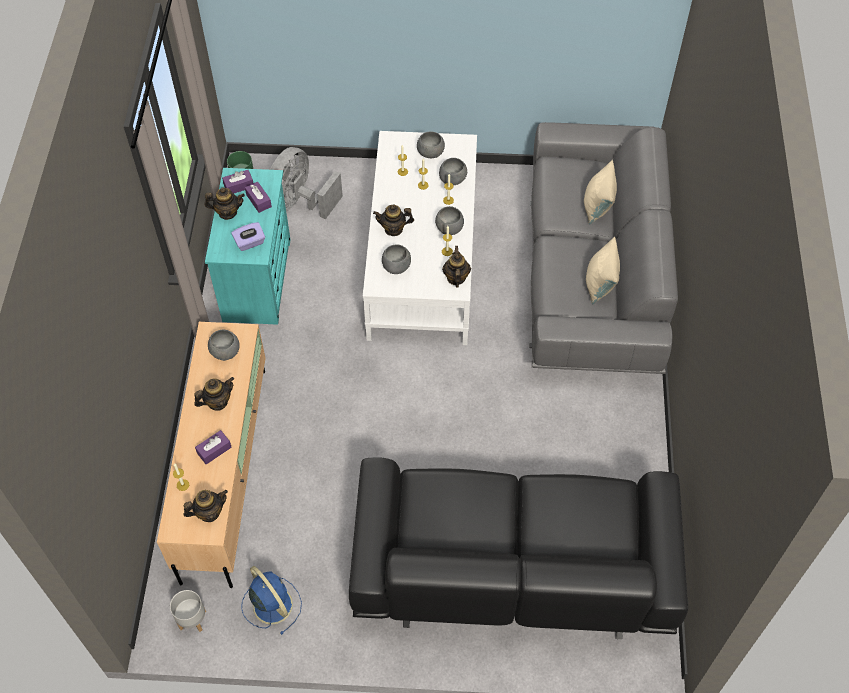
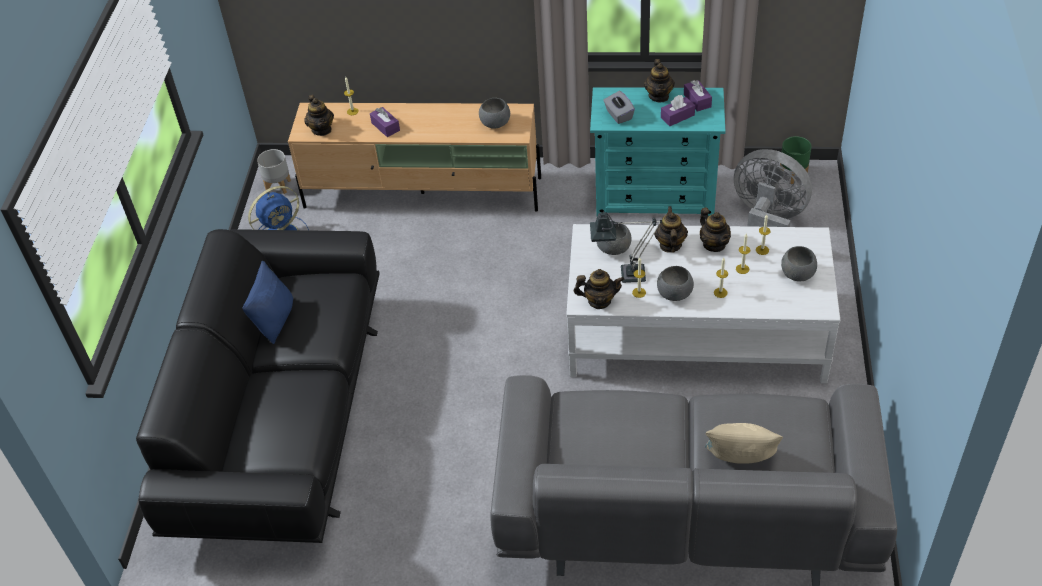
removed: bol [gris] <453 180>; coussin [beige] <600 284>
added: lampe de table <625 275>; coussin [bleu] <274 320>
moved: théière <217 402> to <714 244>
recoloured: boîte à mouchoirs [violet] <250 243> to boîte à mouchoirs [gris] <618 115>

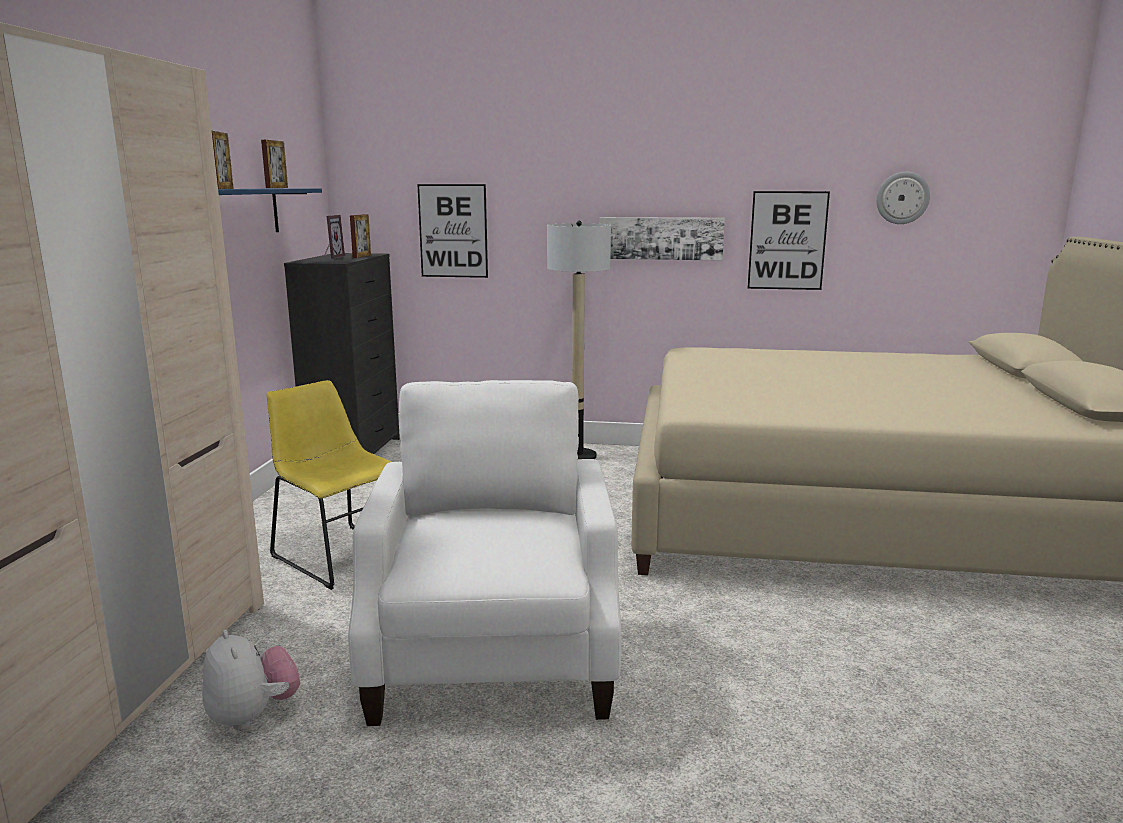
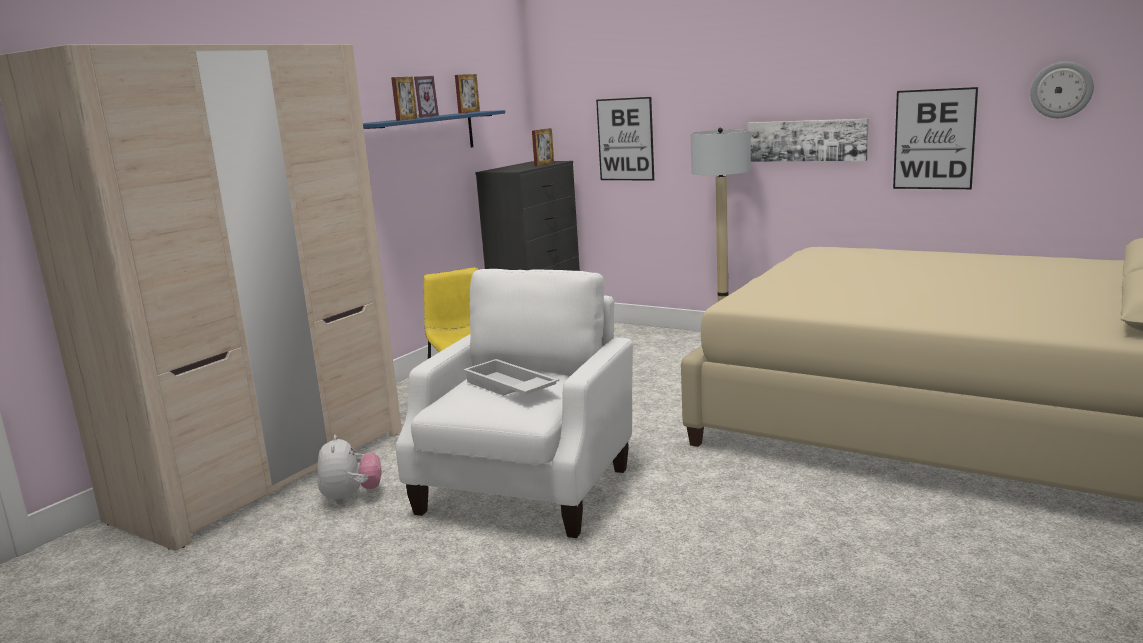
added: plateau [blanc] <508 387>
moved: cadre photo <331 257> to <424 117>

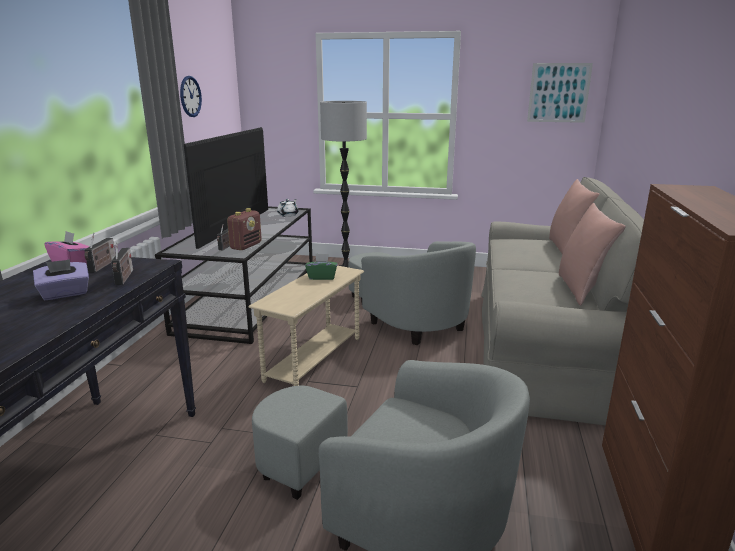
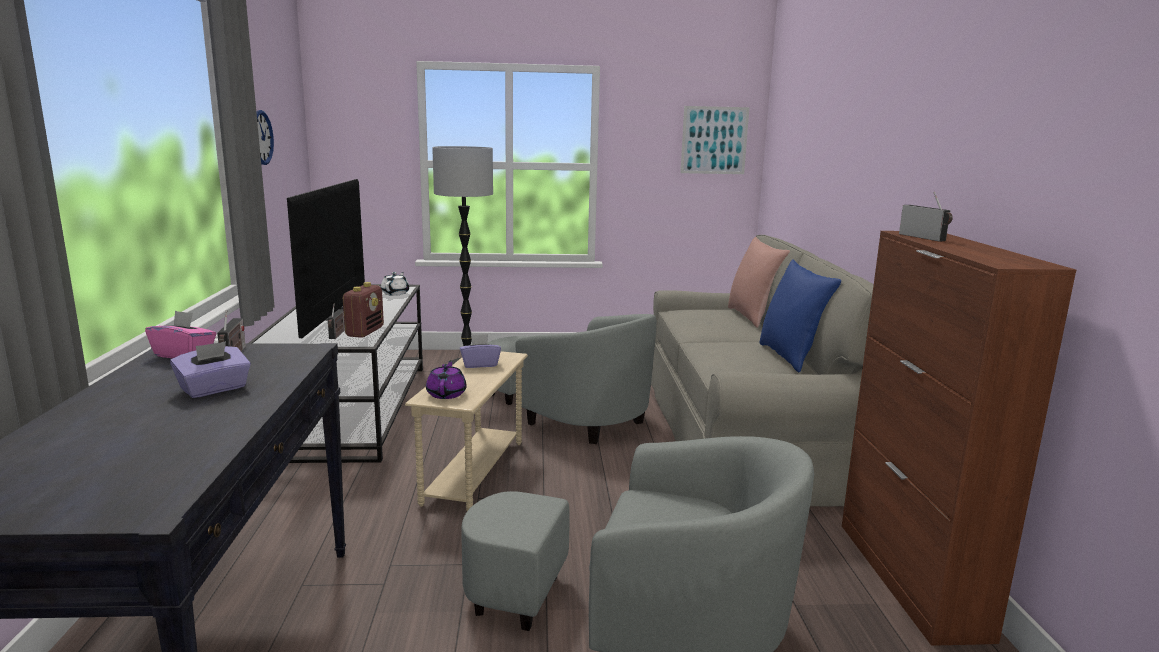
added: théière [violet] <446 394>
moved: radio <124 278> to <924 237>
recoloured: coussin [rose] <581 289> to coussin [bleu] <791 357>; boîte à mouchoirs [vert] <322 277> to boîte à mouchoirs [violet] <480 364>

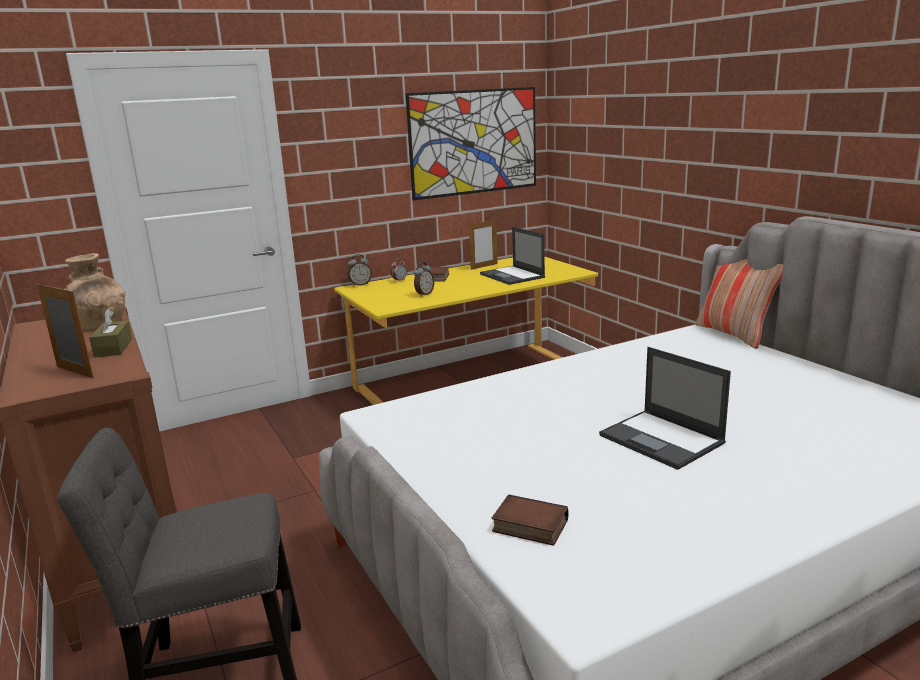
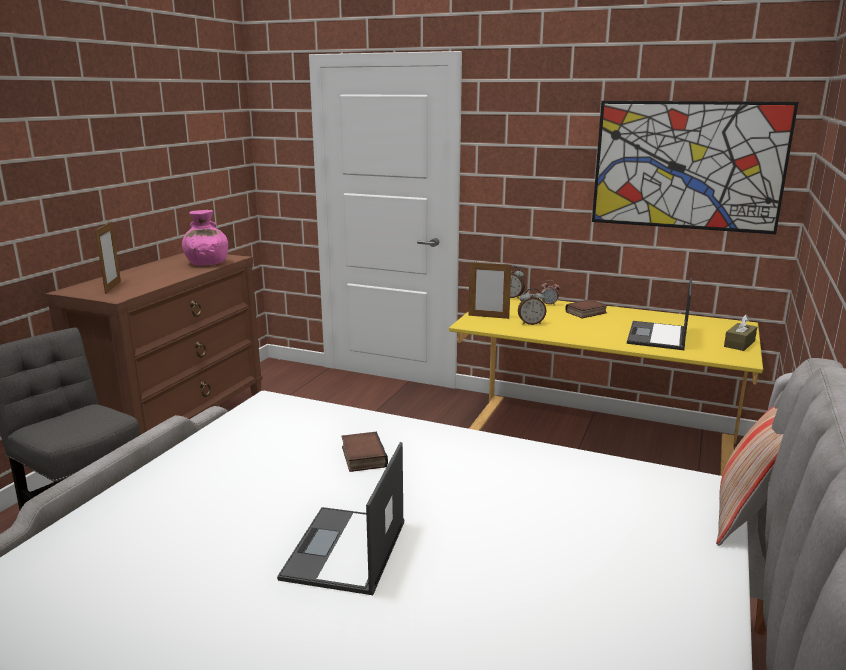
moved: cadre photo <484 266> to <488 317>; boîte à mouchoirs [marron] <113 348> to <739 344>; livre <528 527> to <362 456>
recoloured: vase [marron] <98 324> to vase [rose] <206 263>

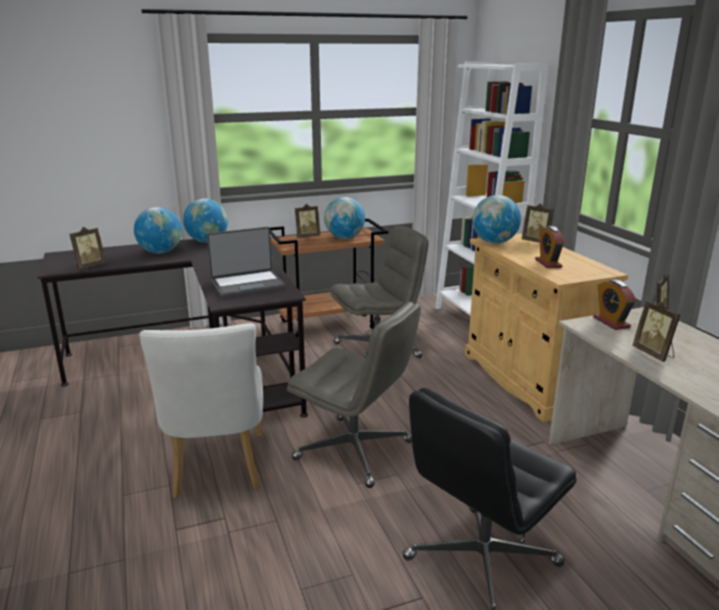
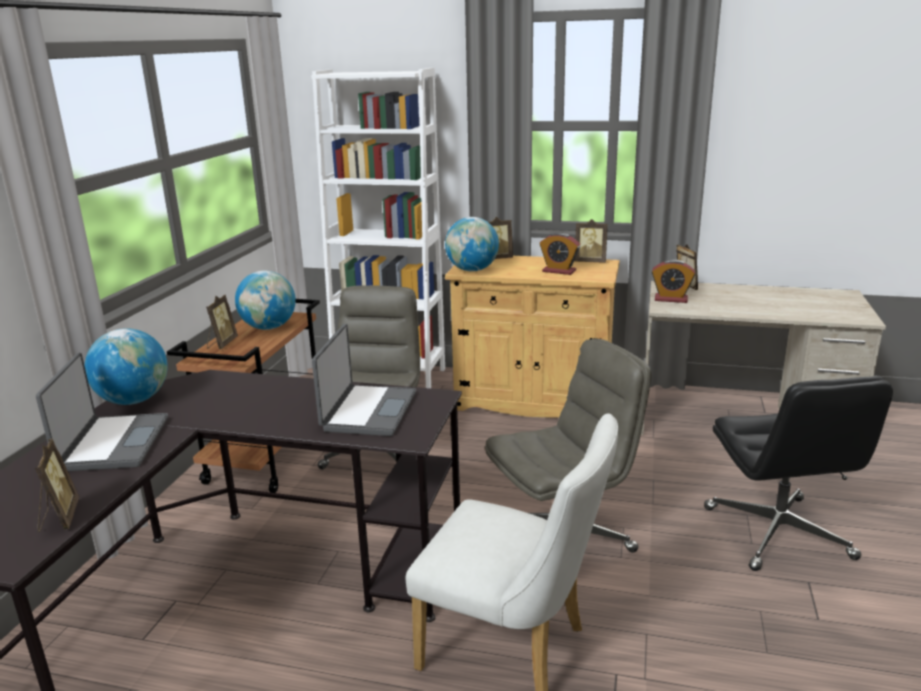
moved: cadre photo <654 354> to <590 262>
replaced: globe <160 252> to ordinateur portable <113 444>

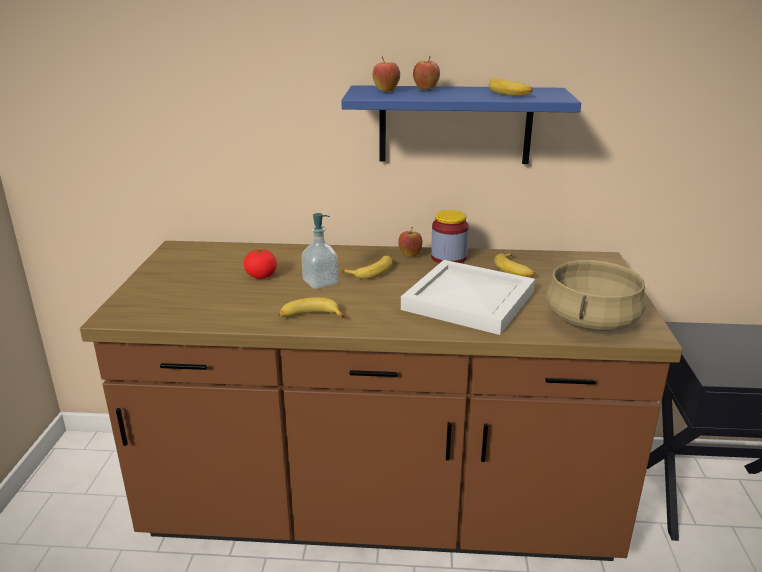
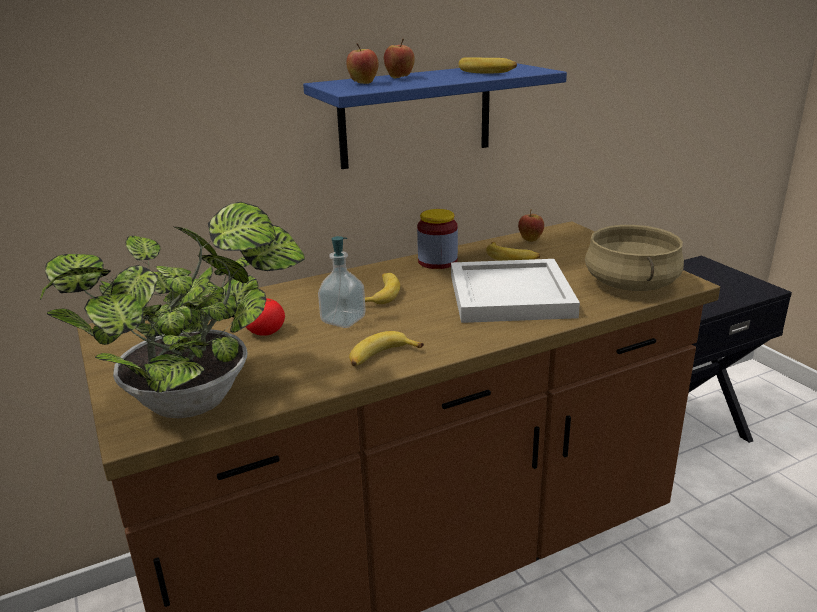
added: plante en pot <200 399>
moved: pomme <410 256> to <530 240>

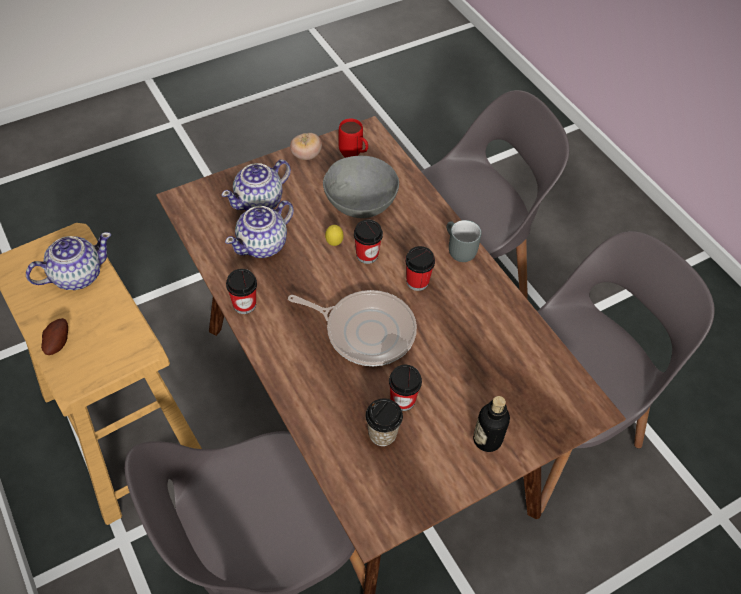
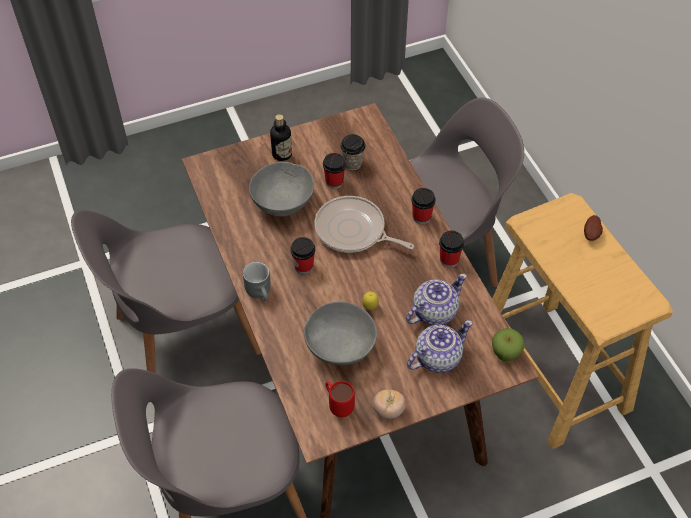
removed: théière <76 275>
added: bol [gris] <282 202>; pomme <505 353>
moved: tasse <367 255> to <421 217>

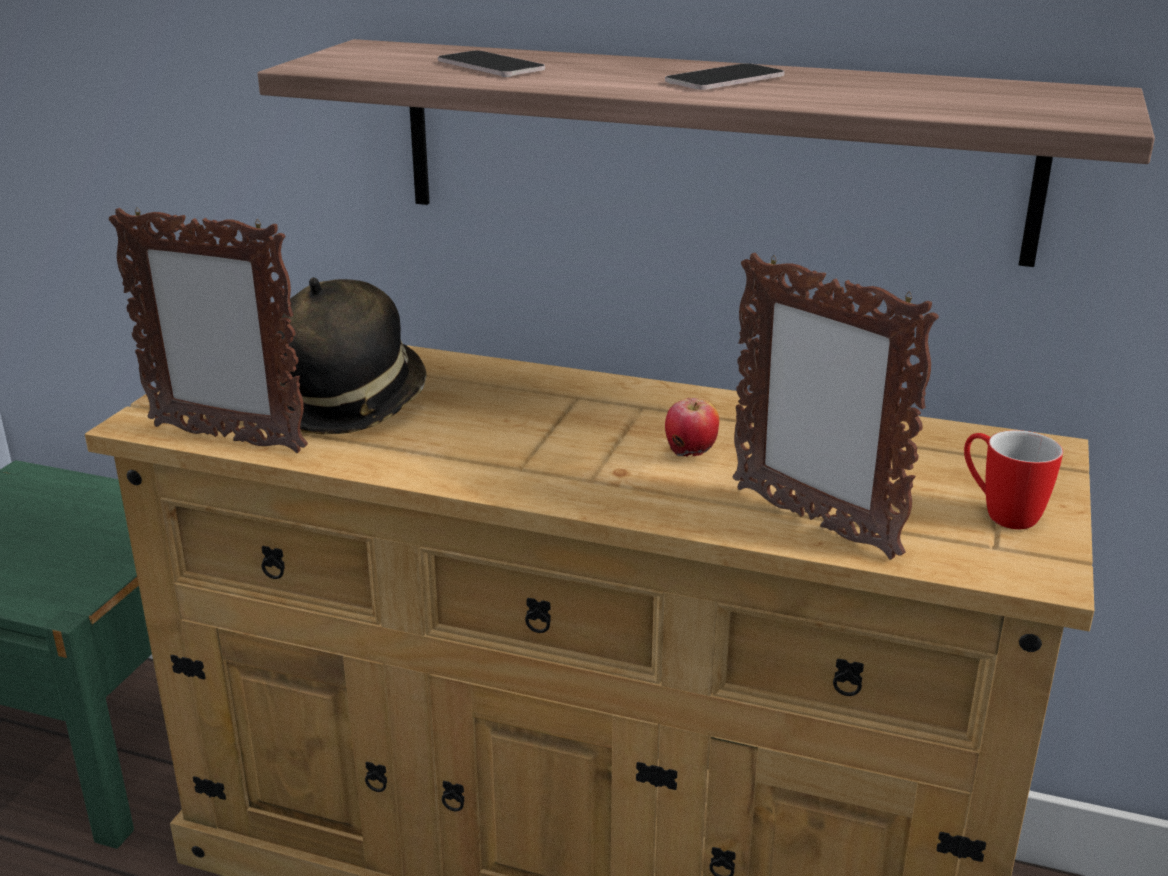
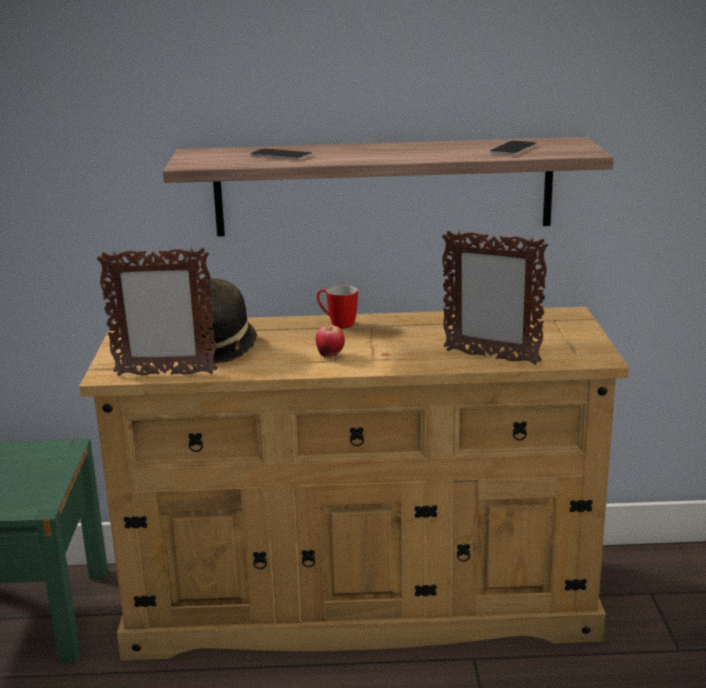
moved: téléphone <725 79> to <513 149>; pomme <691 455> to <330 356>; mug <999 513> to <337 324>

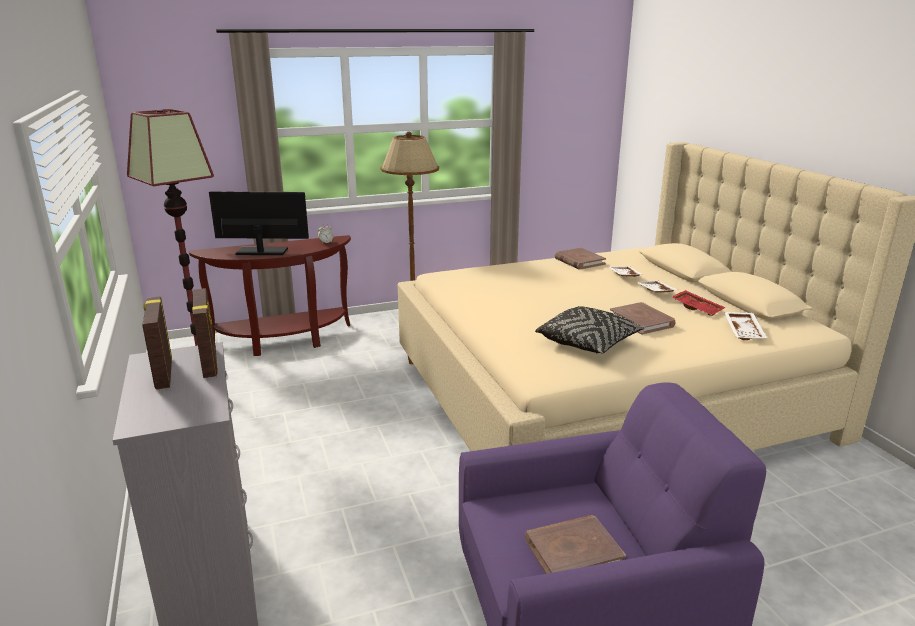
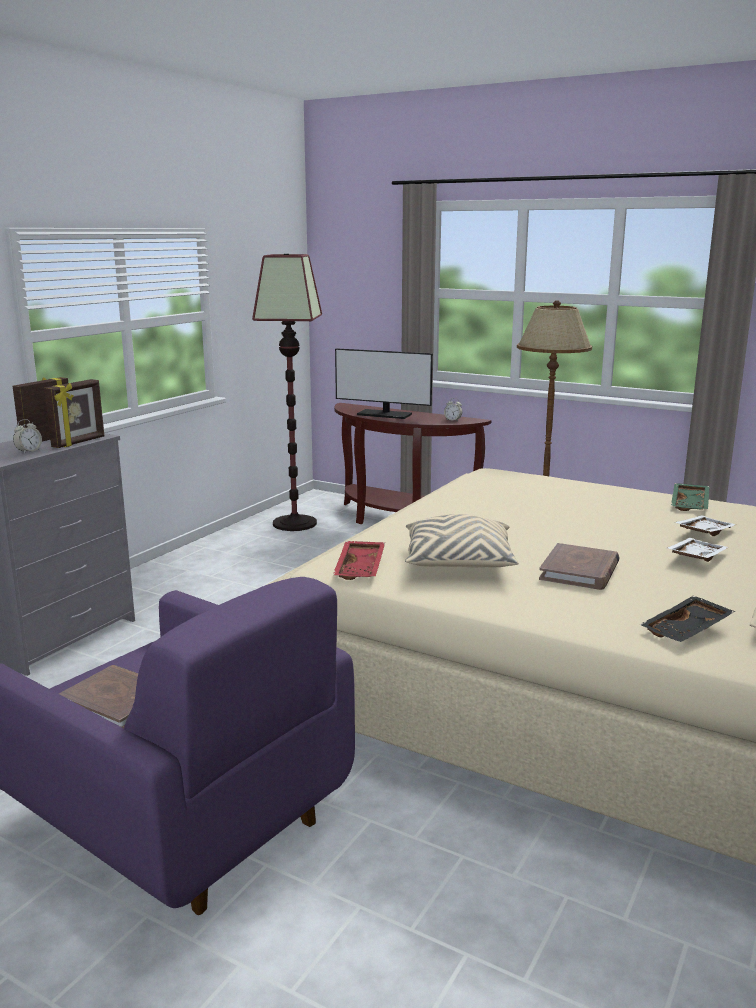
added: réveil <29 451>
moved: plateau [rouge] <697 308> to <361 568>
replaced: livre [marron] <579 261> to plateau [vert] <691 504>
recoloured: coussin [noir] <588 343> to coussin [beige] <459 563>; plateau [blanc] <744 331> to plateau [noir] <687 630>
turned: écran d'ordinateur <262 251> = <384 414> 150 degrees clockwise

